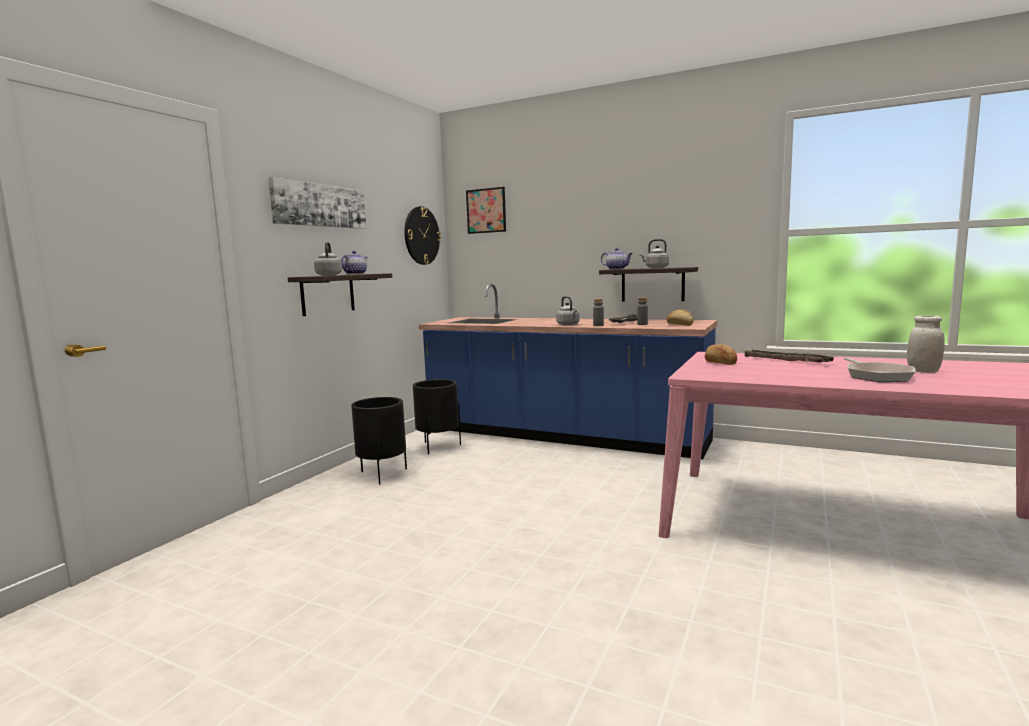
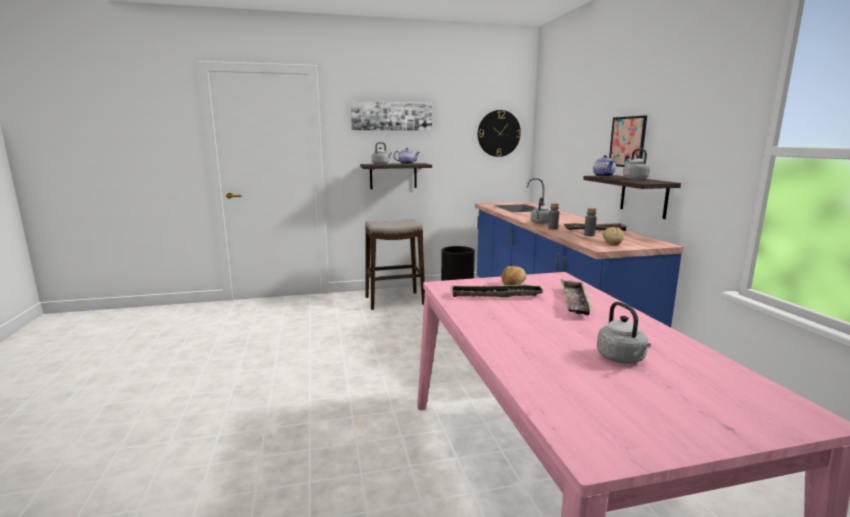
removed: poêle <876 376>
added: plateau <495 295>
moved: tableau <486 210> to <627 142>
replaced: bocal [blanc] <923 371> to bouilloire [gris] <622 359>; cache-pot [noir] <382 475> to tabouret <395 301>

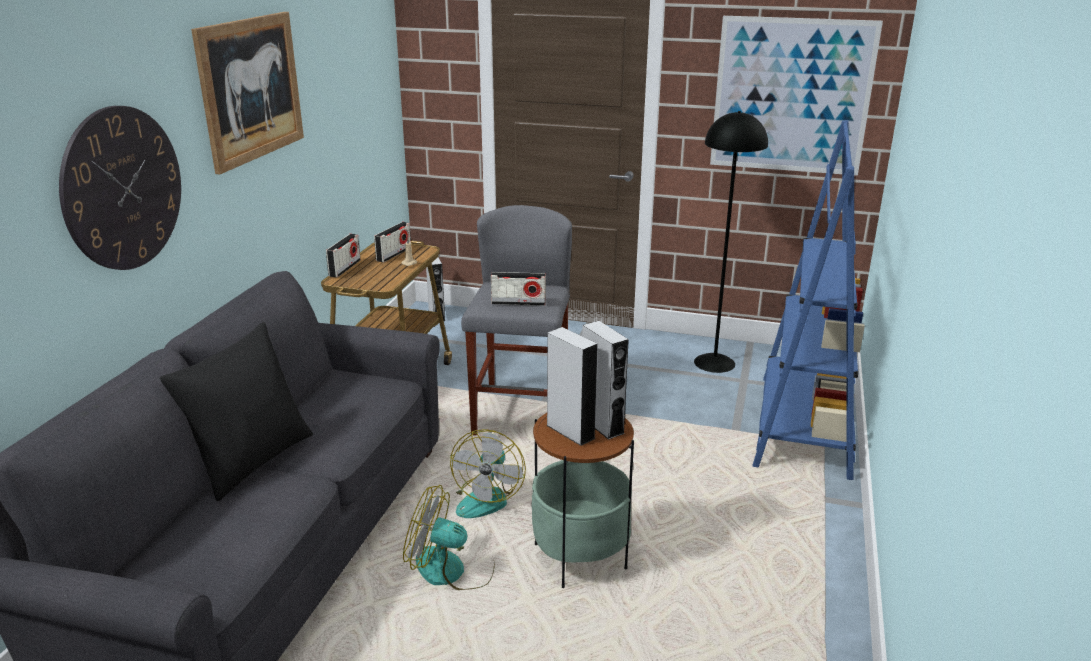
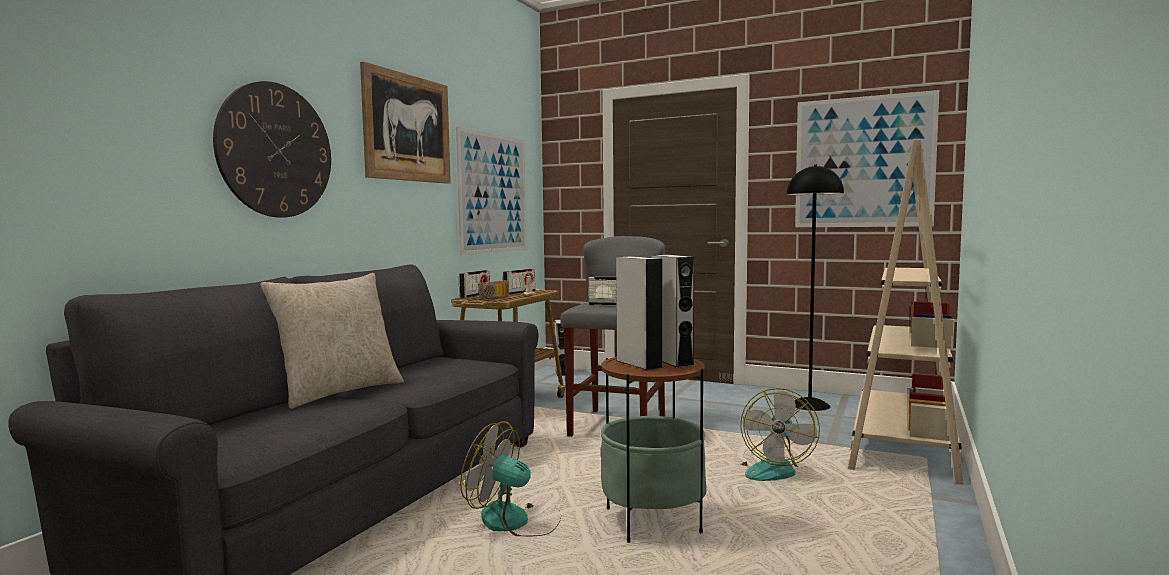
added: tableau <493 193>; radio <495 298>
moved: ventilateur <485 497> to <771 469>
recoloured: bibliothèque [bleu] <803 425> to bibliothèque [beige] <903 445>; coussin [noir] <251 460> to coussin [beige] <338 392>

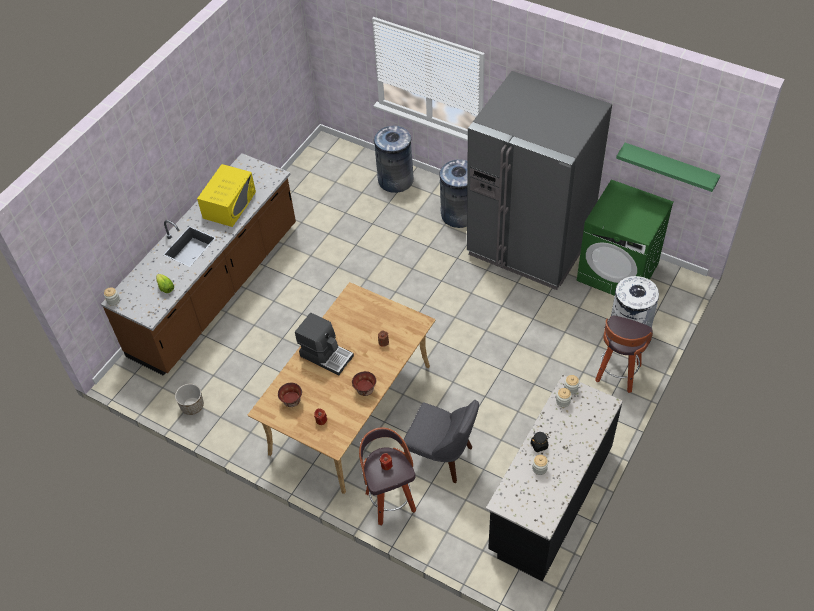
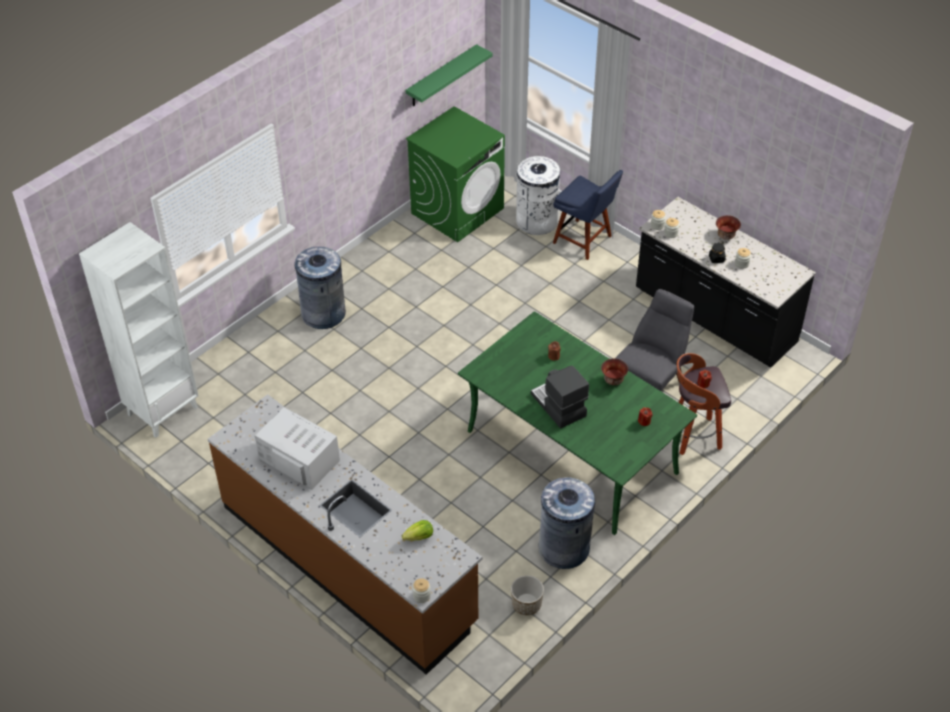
removed: réfrigérateur [gris] <530 245>
added: bibliothèque [blanc] <163 410>
moved: poubelle [gris] <395 180> to <564 548>; bol <292 401> to <726 235>
replaced: tabouret <617 374> to chaise [bleu] <584 241>
recoloured: micro-ondes [jaune] <229 205> to micro-ondes [blanc] <299 460>; table à manger [beige] <350 408> to table à manger [vert] <571 452>
turned: machine à café <326 355> = <558 406> 75 degrees counterclockwise

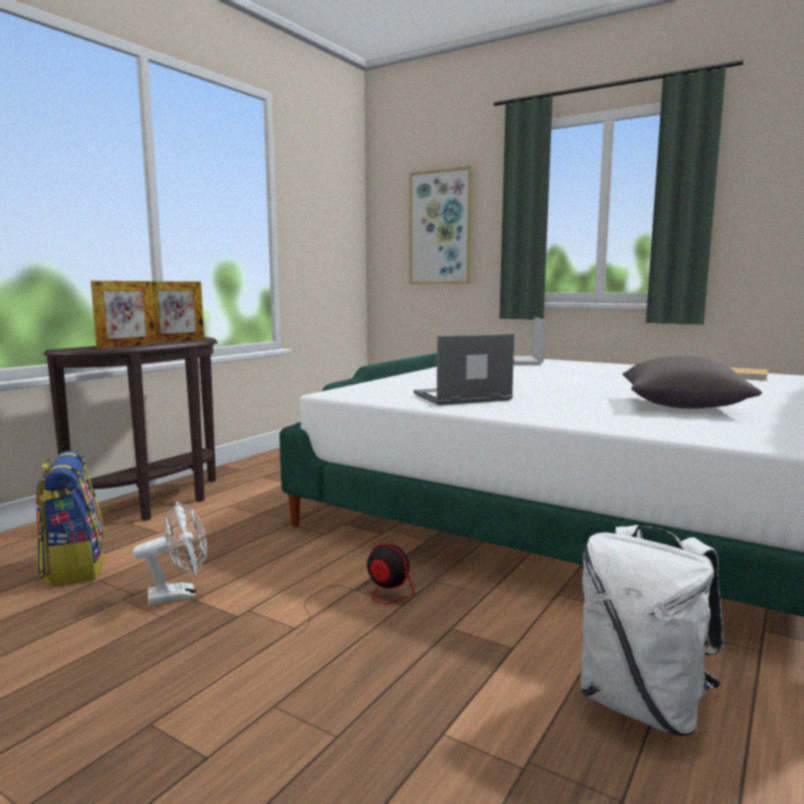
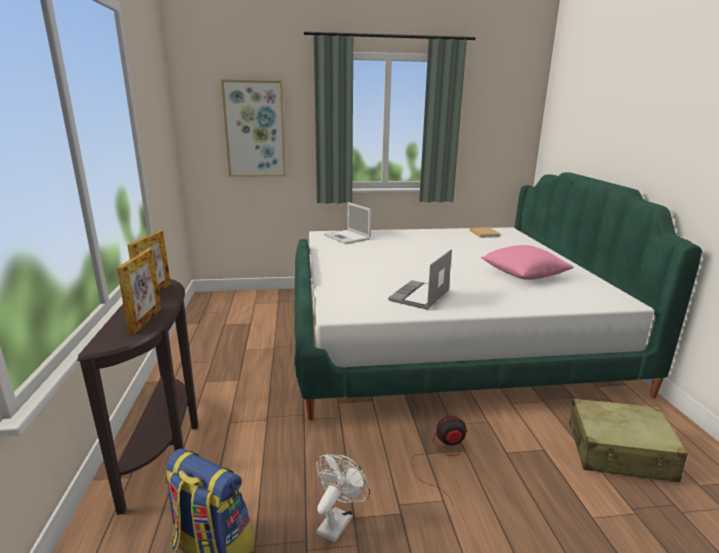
replaced: sac à dos [blanc] <643 705> to valise [beige] <619 452>
recoloured: coussin [gris] <682 406> to coussin [rose] <523 274>

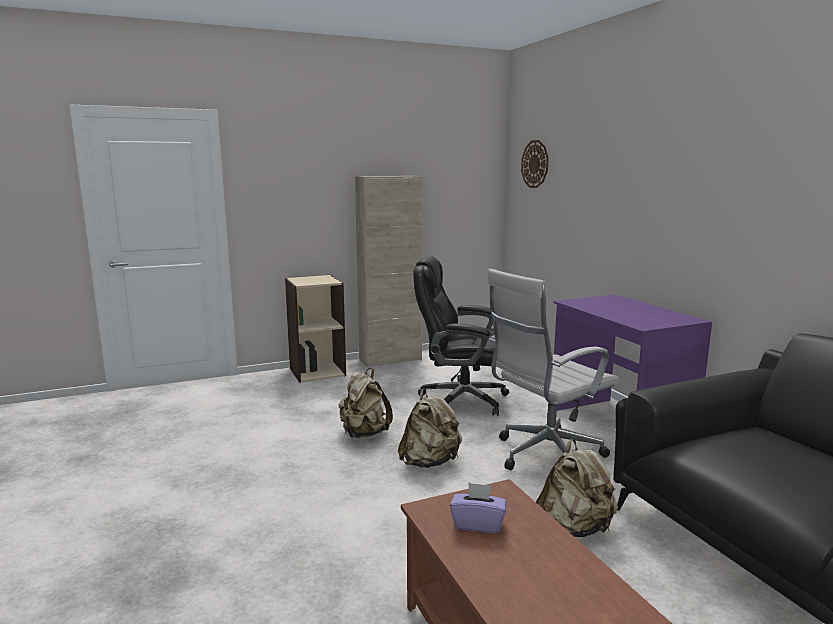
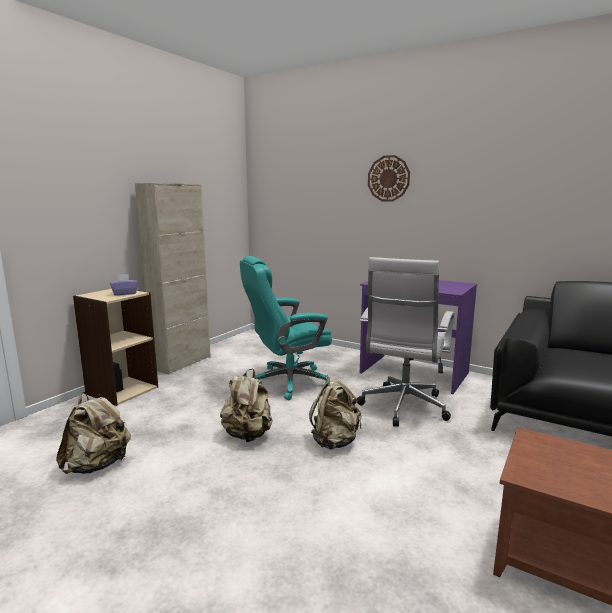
moved: horloge murale <535 164> to <388 178>; sac à dos [beige] <574 529> to <97 465>; boîte à mouchoirs [violet] <478 524> to <124 293>
recoloured: chaise de bureau [noir] <461 400> to chaise de bureau [turquoise] <287 382>

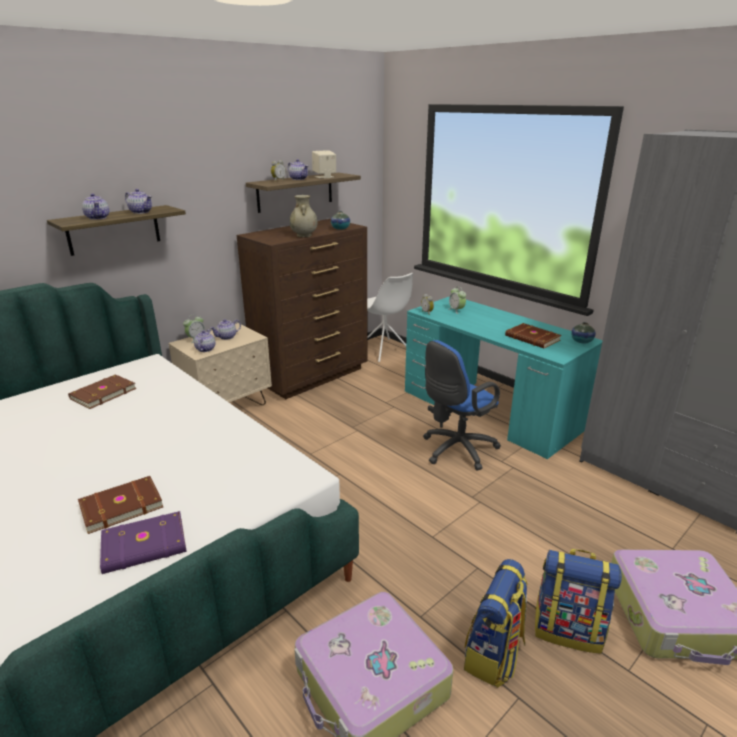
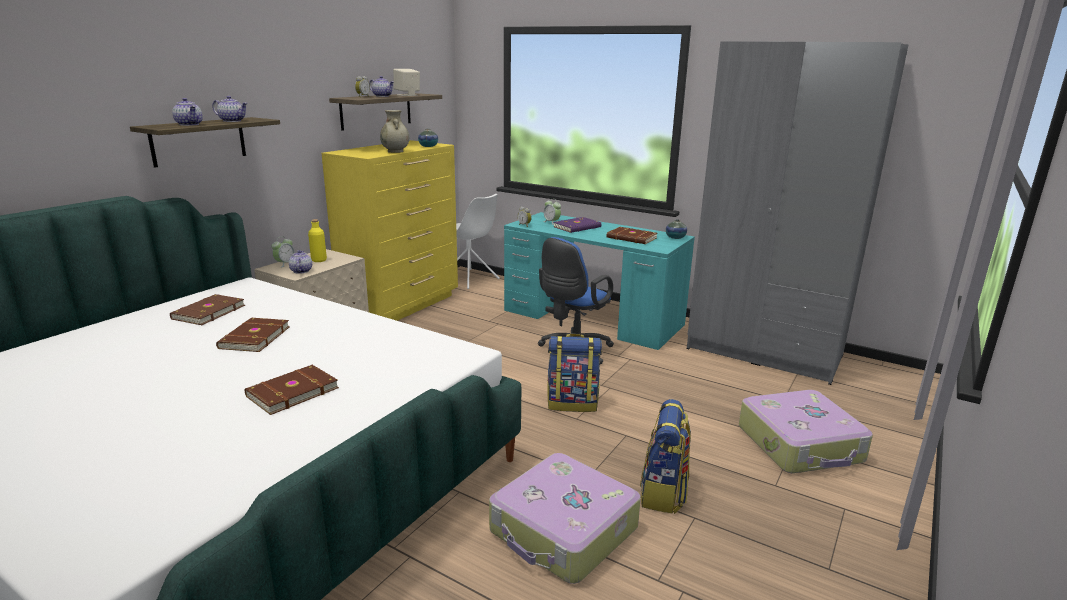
added: livre [marron] <253 338>
moved: livre [violet] <145 546> to <578 227>; sac à dos <568 630> to <572 403>
replaced: théière <226 337> to bouteille [jaune] <319 260>
recoloured: commode [marron] <312 376> to commode [jaune] <402 305>

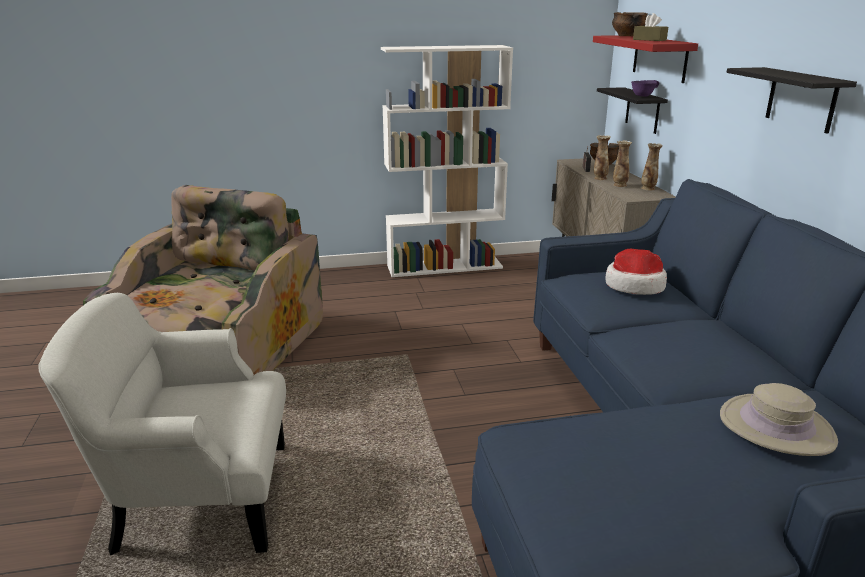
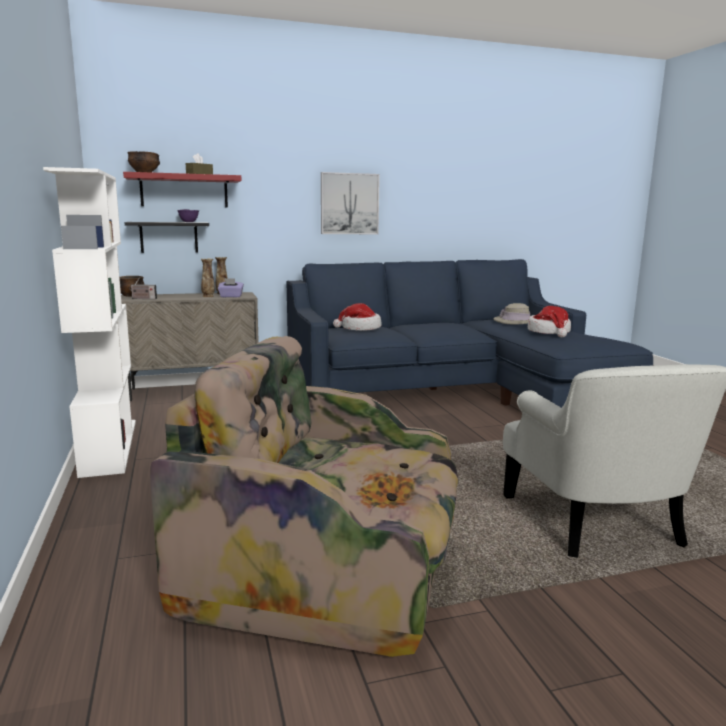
removed: vase <600 178>
added: boîte à mouchoirs [violet] <231 296>; chapeau <549 332>
replaced: étagère [noir] <801 99> to tableau <349 204>

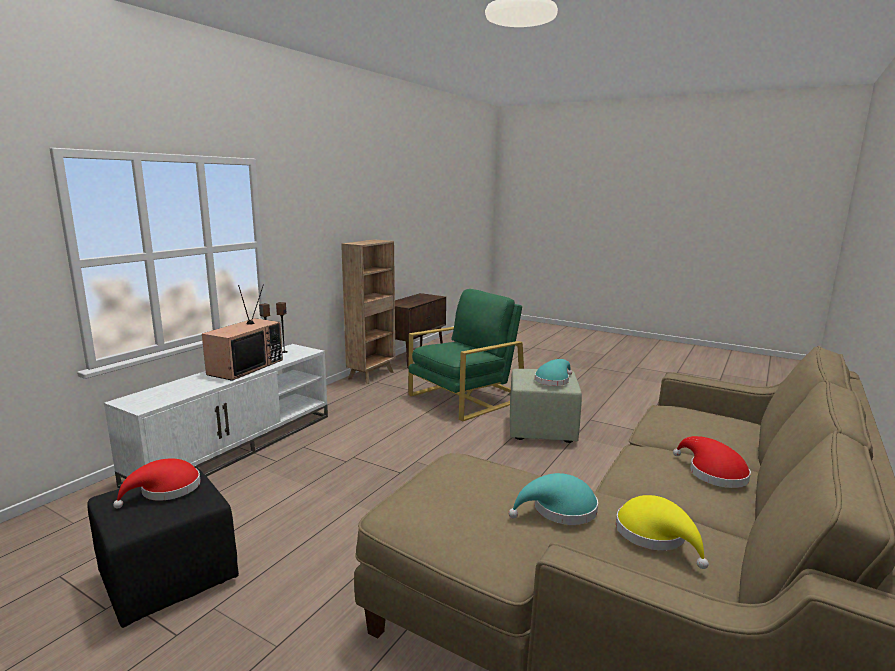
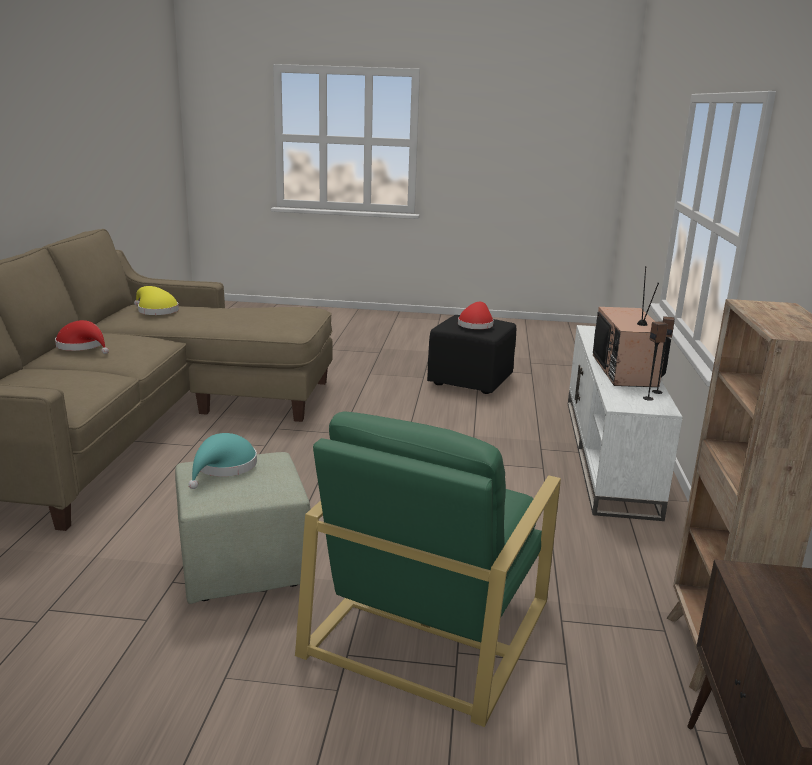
removed: chapeau [turquoise] <559 510>

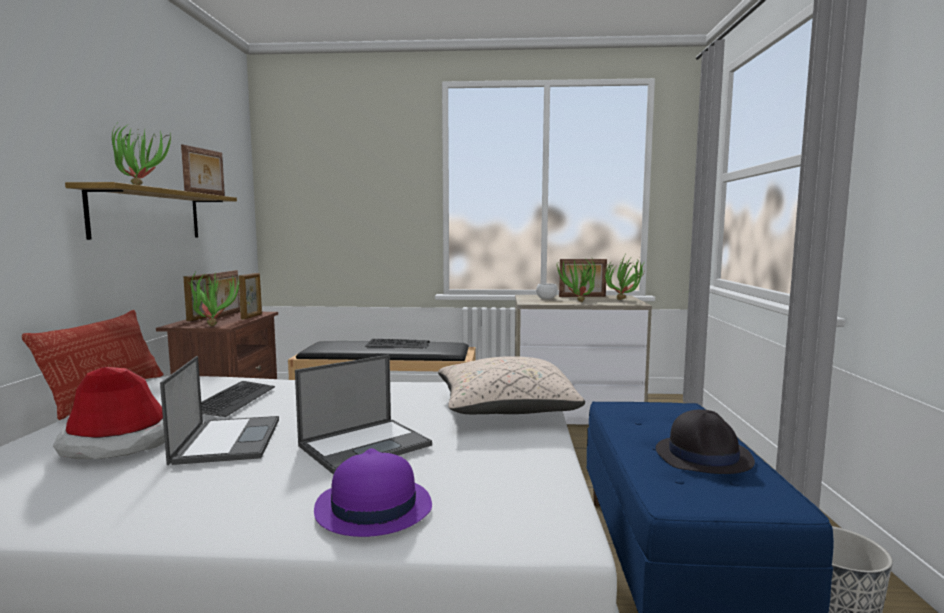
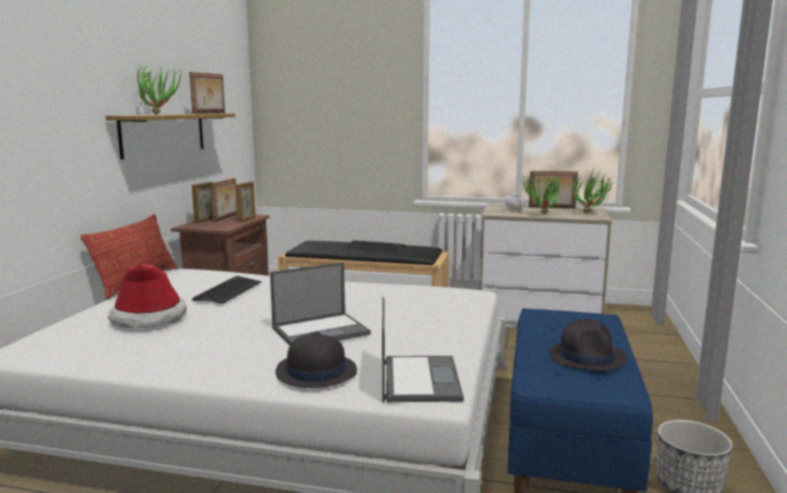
removed: plante en pot <213 324>; coussin [beige] <504 410>
moved: ordinateur portable <228 440> to <419 378>
recoloured: chapeau [violet] <373 508> to chapeau [noir] <315 372>

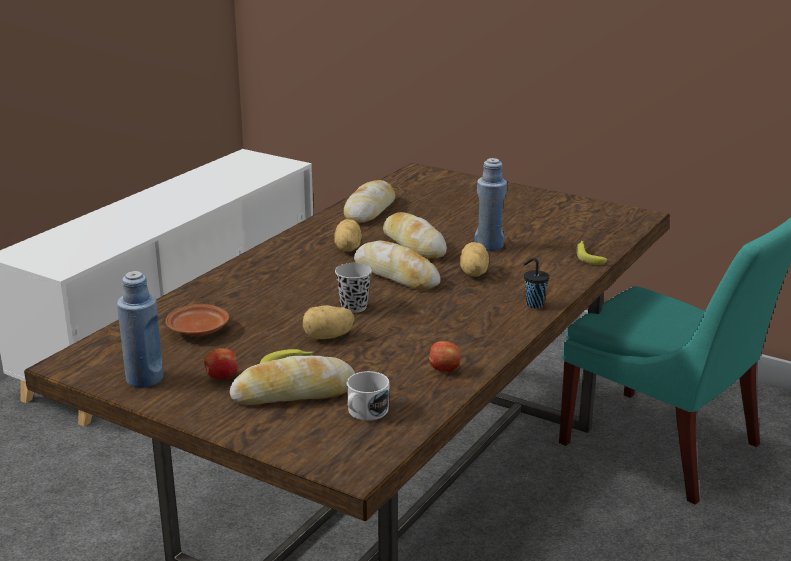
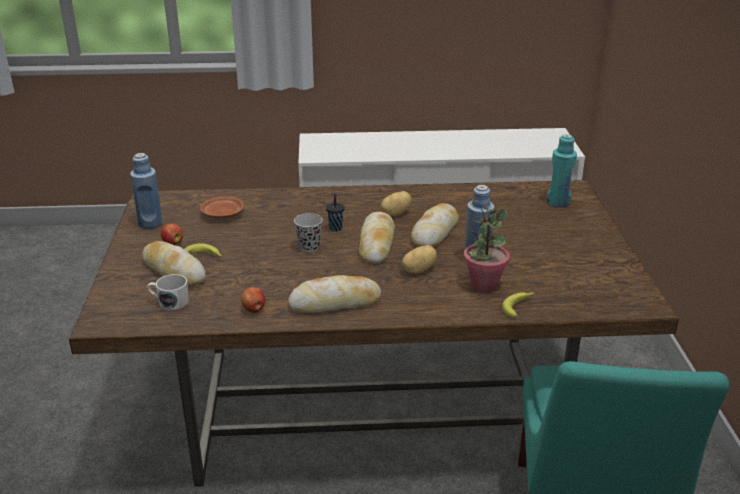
removed: pomme de terre <328 337>
added: bouteille [turquoise] <558 202>; plante en pot <483 284>
moved: pain <370 210> to <335 303>; tasse [noir] <533 304> to <335 228>

